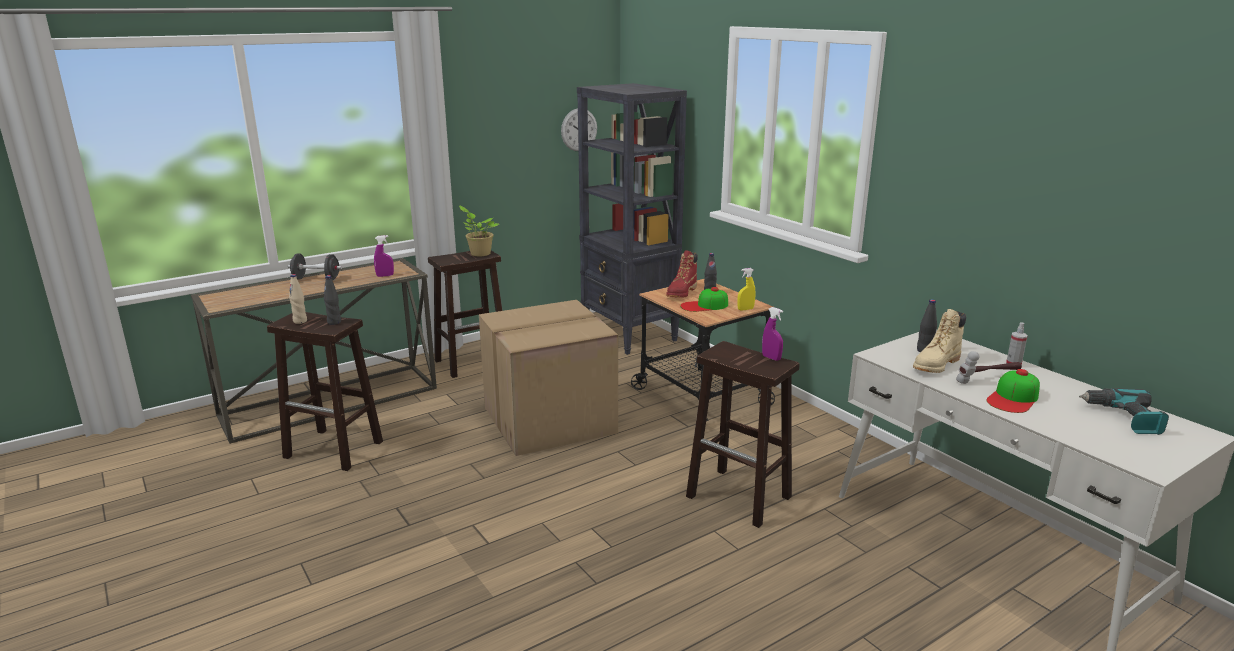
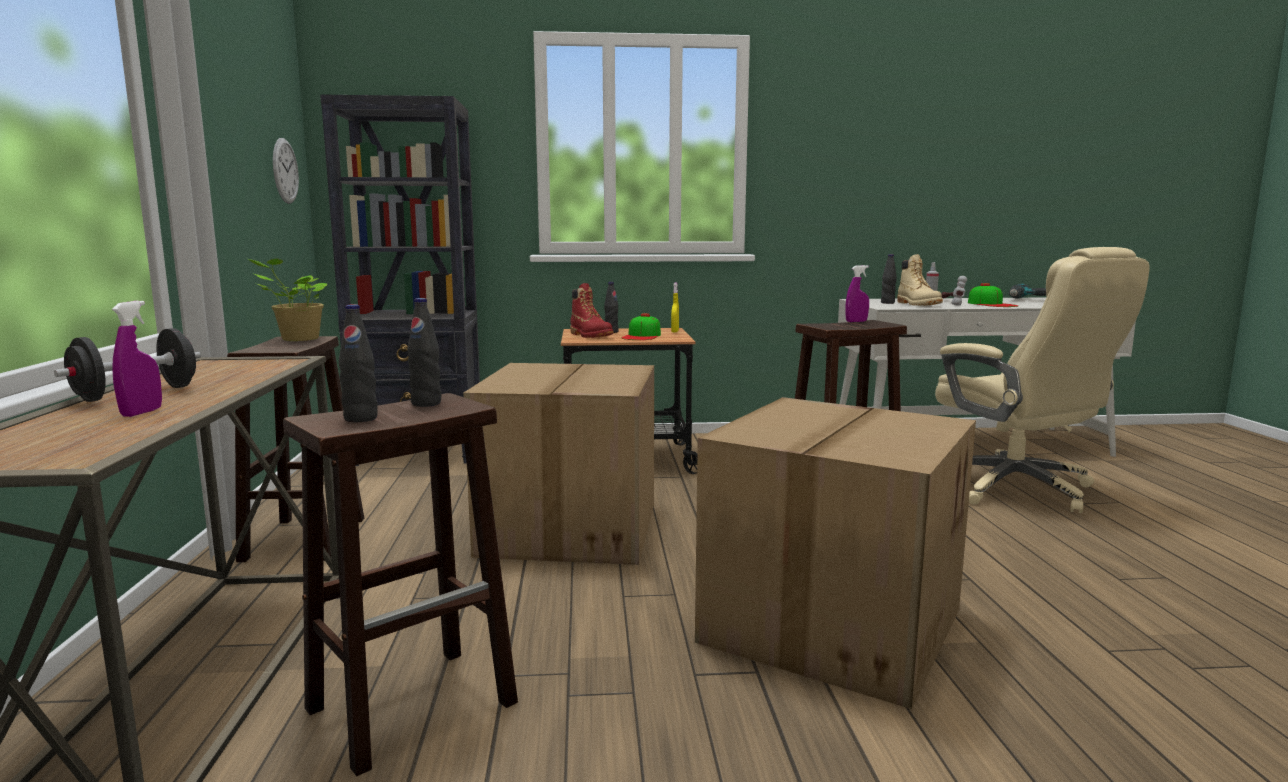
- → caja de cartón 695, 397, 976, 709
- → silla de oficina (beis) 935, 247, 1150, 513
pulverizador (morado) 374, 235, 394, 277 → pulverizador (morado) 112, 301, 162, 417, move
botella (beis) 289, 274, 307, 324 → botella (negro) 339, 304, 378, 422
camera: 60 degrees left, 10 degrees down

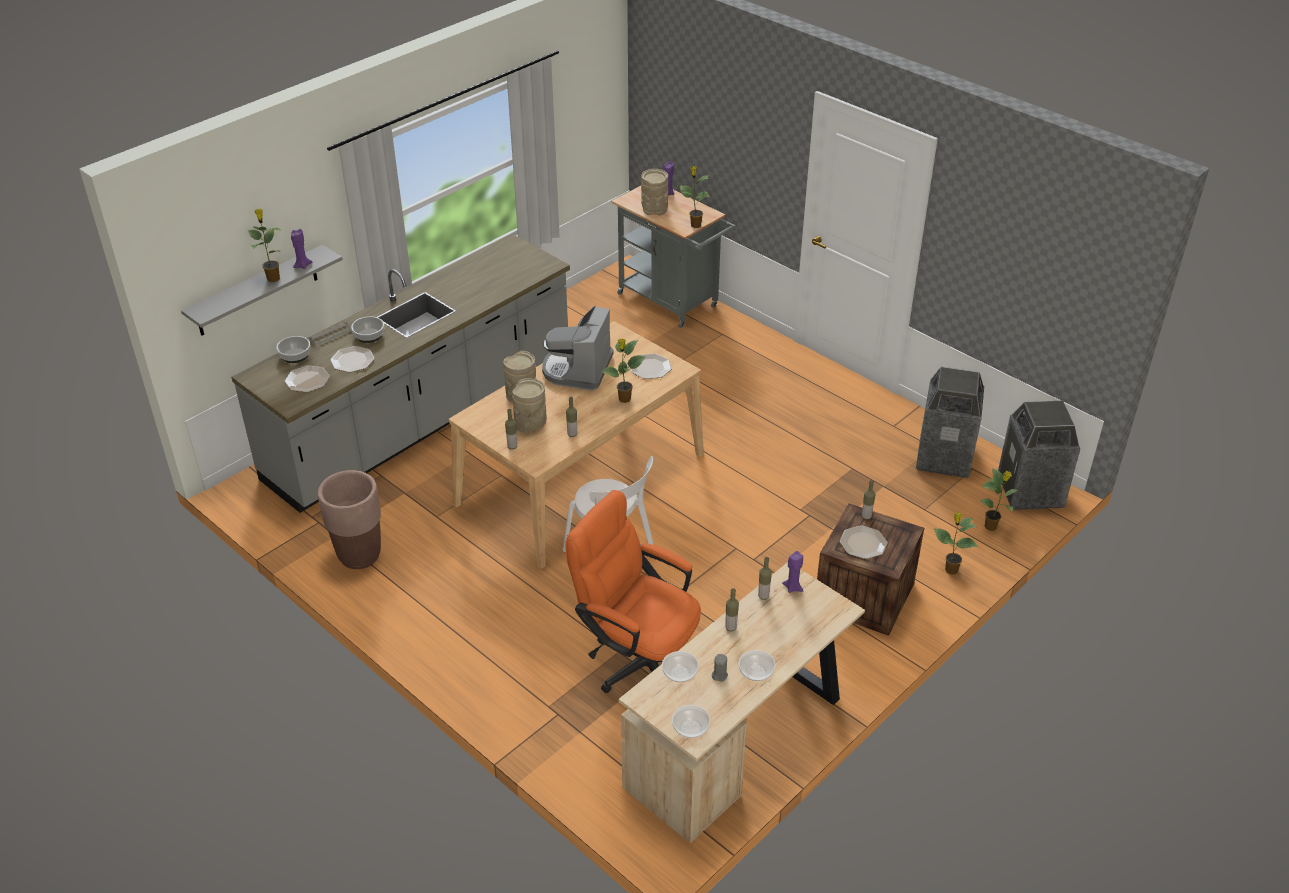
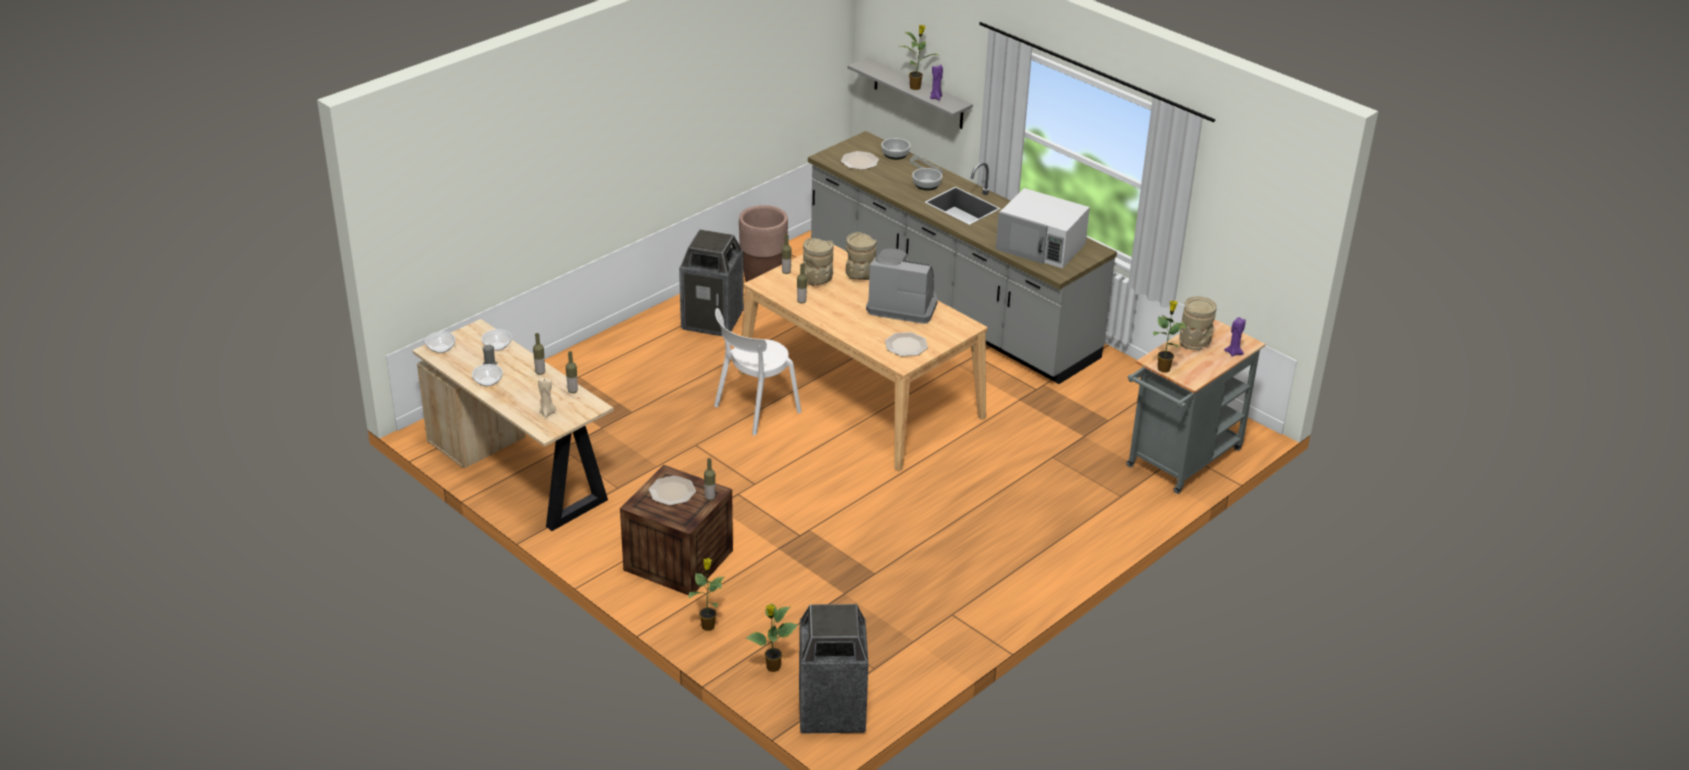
plato 330, 346, 374, 372 → -
silla de oficina (naranja) 565, 490, 701, 693 → -
planta en maceta 601, 339, 646, 403 → -
vela (morado) 782, 551, 804, 593 → -
- → vela (beis) 538, 377, 556, 418
- → microondas (blanco) 996, 188, 1090, 268
papelera 916, 367, 984, 478 → papelera 679, 230, 744, 336, move
camera: 90 degrees right, 5 degrees down

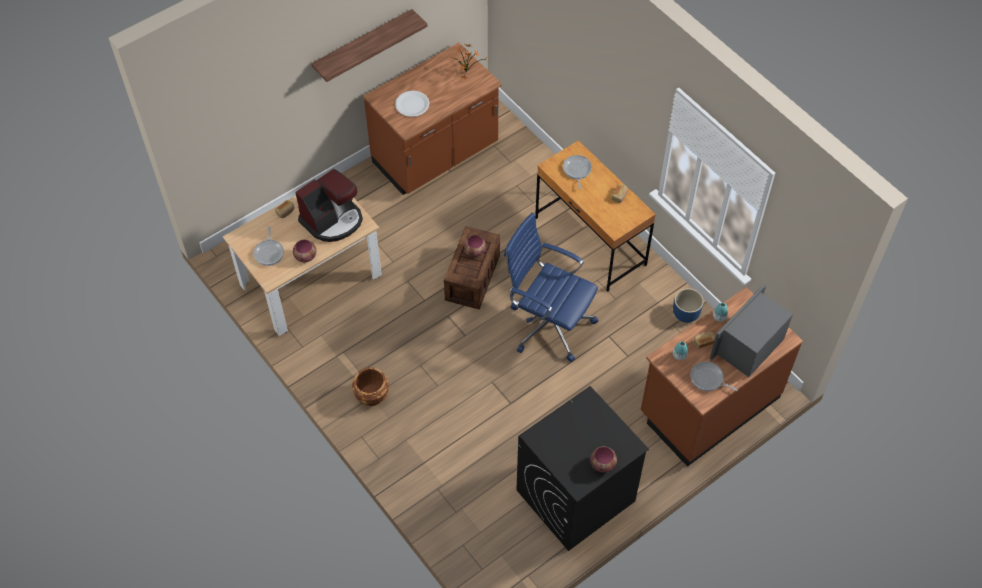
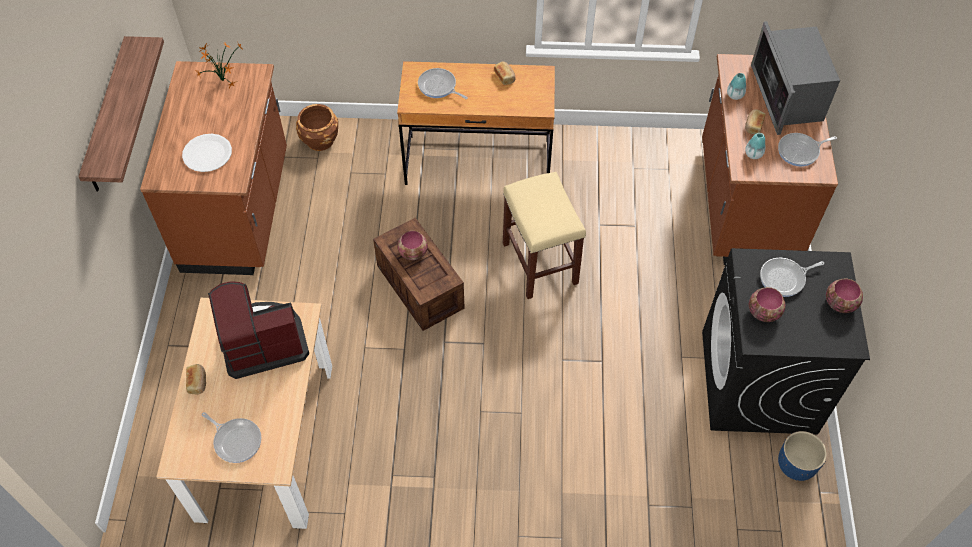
- → sartén 760, 258, 824, 297
cuenco 293, 239, 317, 263 → cuenco 749, 287, 786, 322, move
maceta (marrón) 352, 367, 389, 406 → maceta (marrón) 296, 104, 338, 151, move
maceta (azul) 673, 288, 704, 323 → maceta (azul) 778, 431, 827, 481, move
silla de oficina (azul) 504, 213, 598, 362 → taburete (beis) 503, 172, 586, 299
cafetera 295, 169, 363, 242 → cafetera 208, 281, 309, 379, 105 degrees counterclockwise
camera: 50 degrees left, 0 degrees up

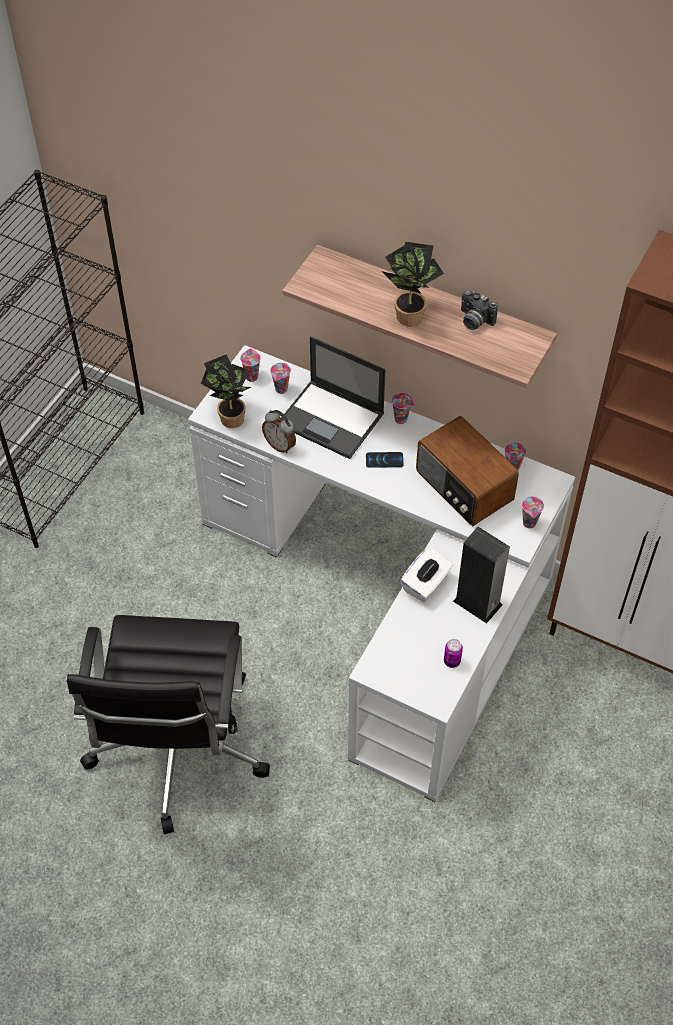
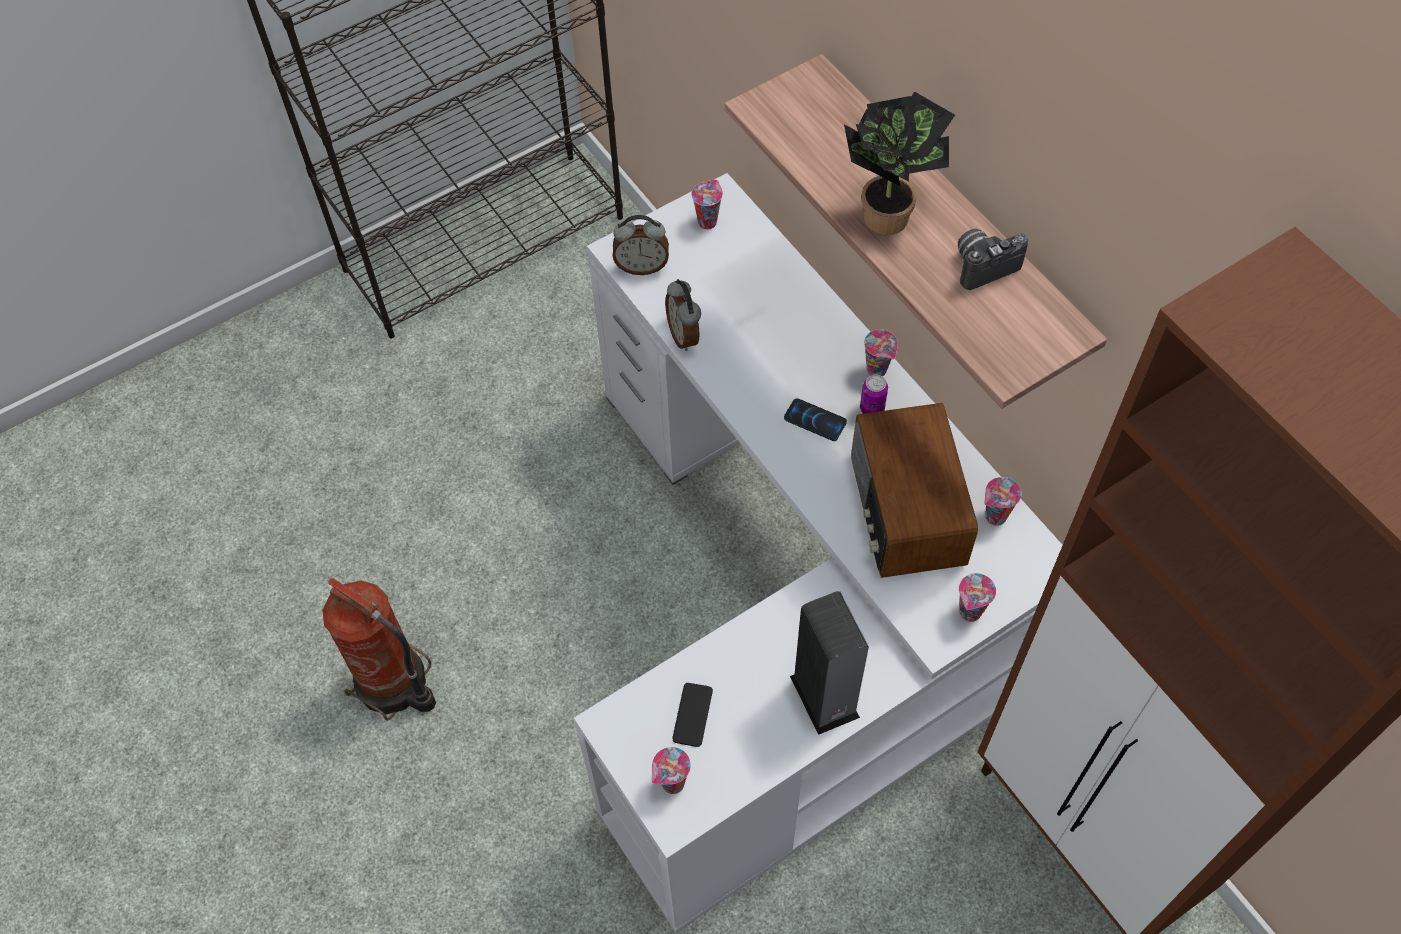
portátil 281, 336, 386, 459 → -
caja de pañuelos (blanco) 401, 546, 453, 603 → -
- → móvil 672, 683, 713, 747
taza 270, 363, 291, 394 → taza 651, 747, 691, 794, move
lata 444, 639, 463, 668 → lata 860, 374, 888, 414, move
silla de oficina (negro) 66, 615, 270, 834 → extintor 322, 578, 436, 721
planta en maceta 201, 354, 251, 428 → despertador 612, 215, 669, 275
cámara 461, 290, 498, 330 → cámara 958, 229, 1028, 290, 90 degrees clockwise
camera: 30 degrees right, 5 degrees up

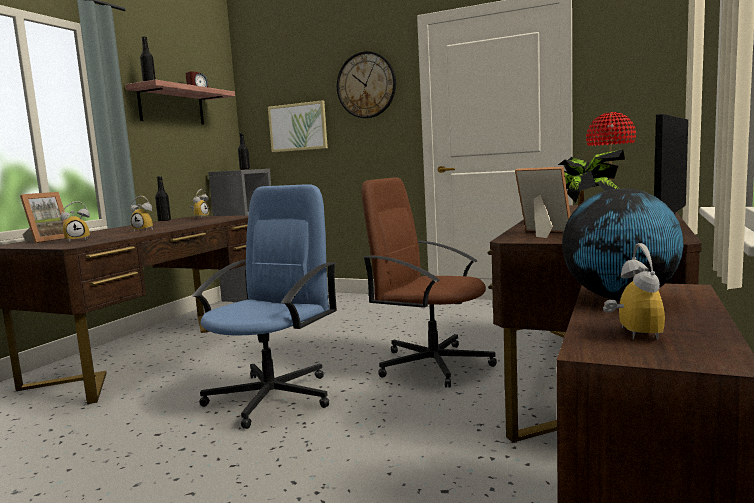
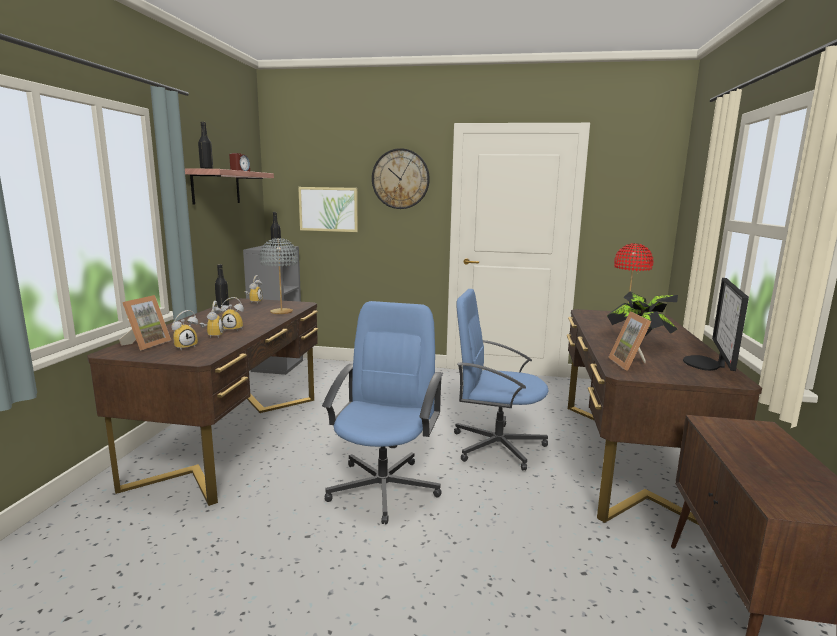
globo terráqueo 562, 189, 684, 301 → -
- → lámpara de mesa (gris) 259, 238, 298, 314
despertador 603, 243, 665, 340 → despertador 199, 301, 223, 338, move
silla de oficina (marrón) 361, 177, 497, 388 → silla de oficina (azul) 454, 289, 549, 470
portarretratos 515, 166, 571, 238 → portarretratos 608, 311, 652, 371, 120 degrees counterclockwise
camera: 15 degrees left, 5 degrees up

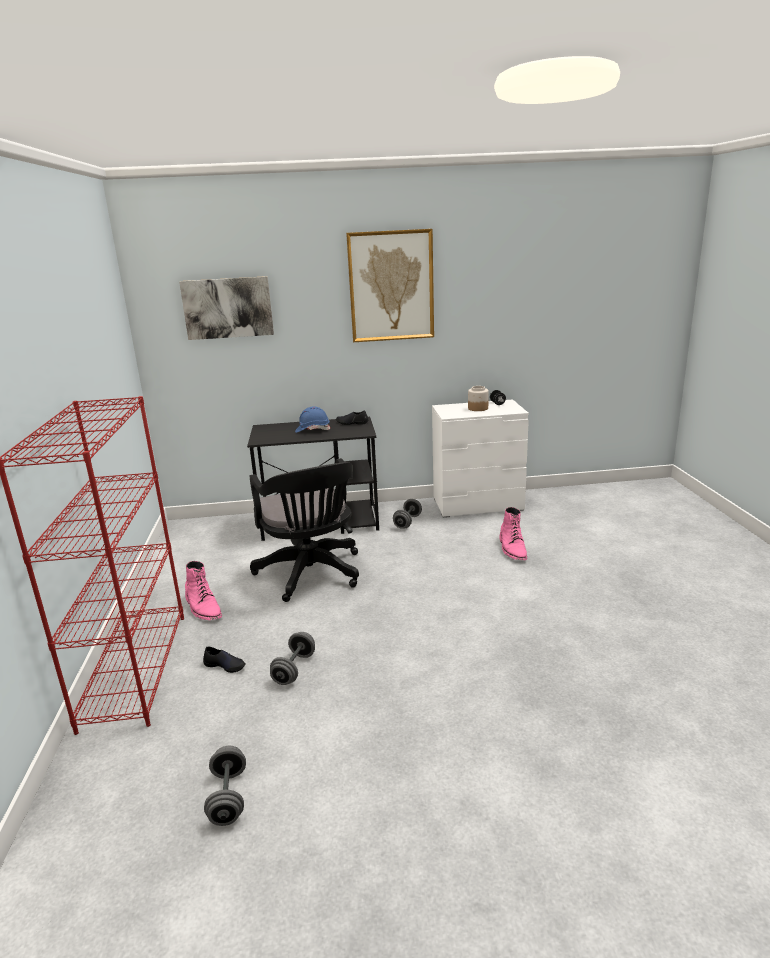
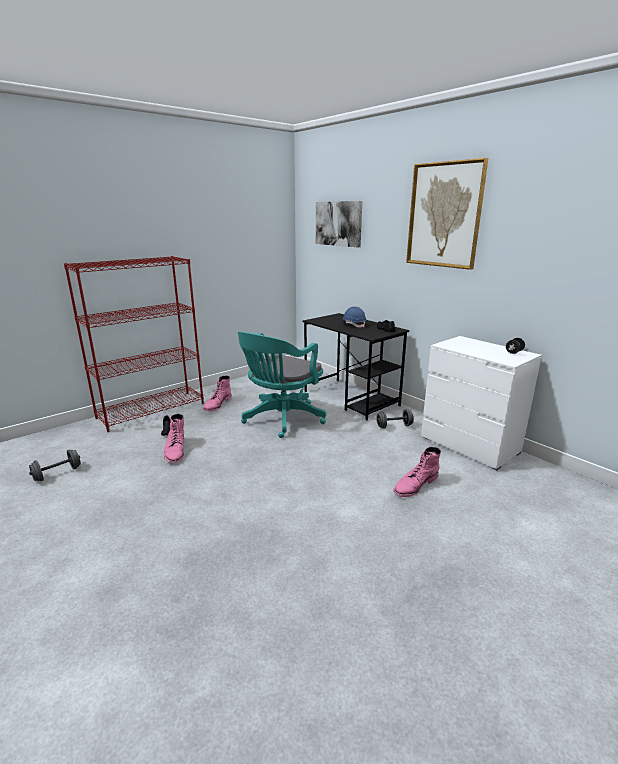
tarro 468, 386, 489, 411 → -
mancuerna (gris) 270, 632, 315, 685 → bota (rosa) 164, 414, 184, 463
silla de oficina (negro) 250, 458, 359, 602 → silla de oficina (turquesa) 238, 332, 326, 438
camera: 55 degrees right, 0 degrees up

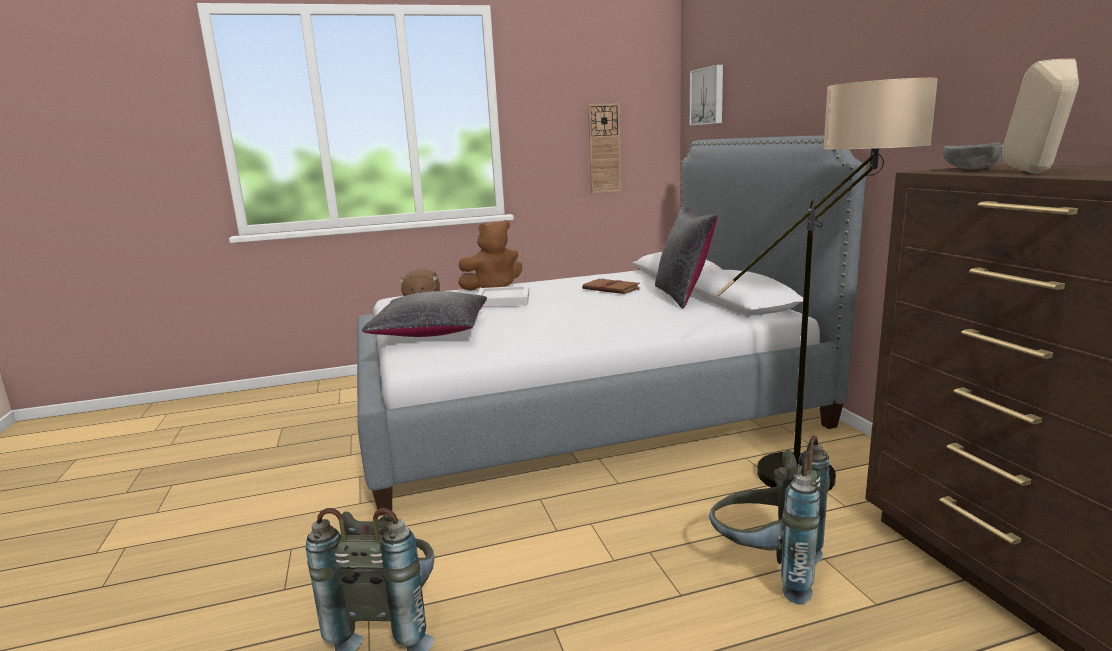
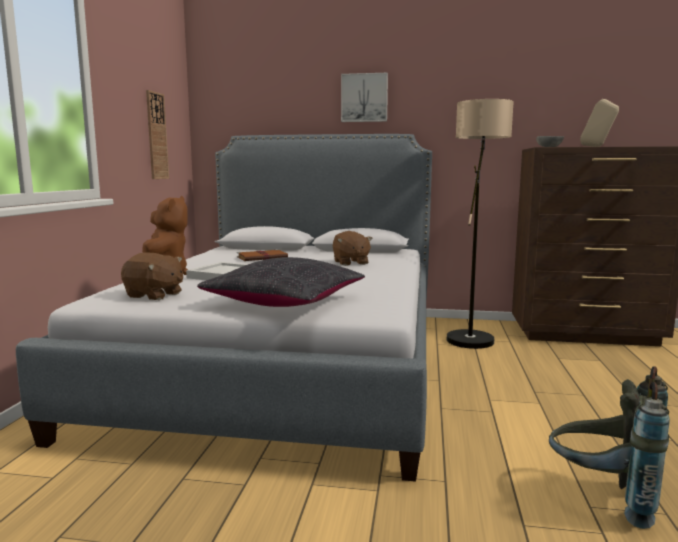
cojín (negro) 655, 206, 718, 308 → -
mochila (gris) 709, 436, 830, 604 → -
- → peluche (marrón) 333, 231, 373, 266
cuadro 690, 65, 723, 126 → cuadro 341, 73, 388, 122, move
camera: 65 degrees left, 5 degrees down

